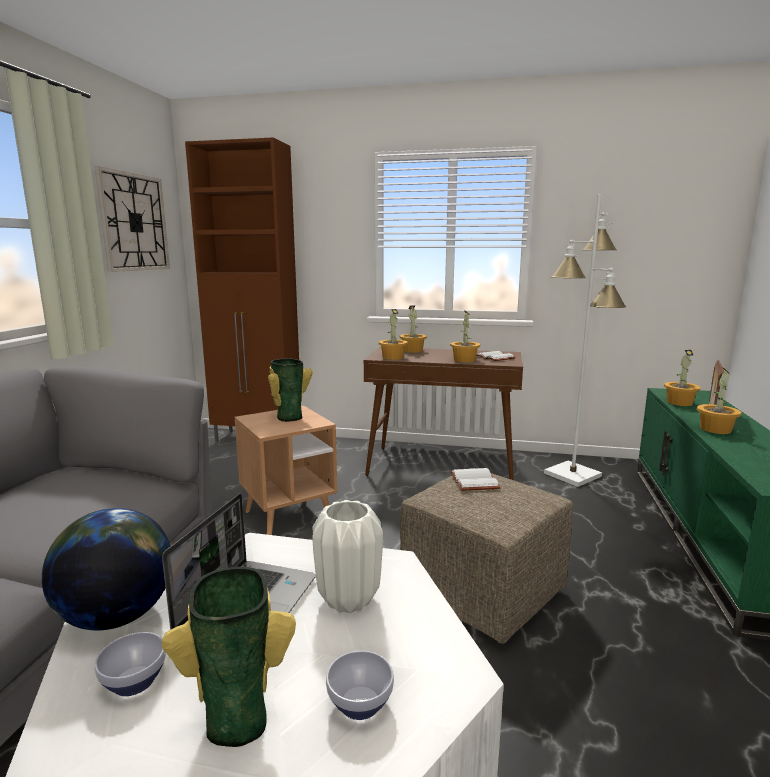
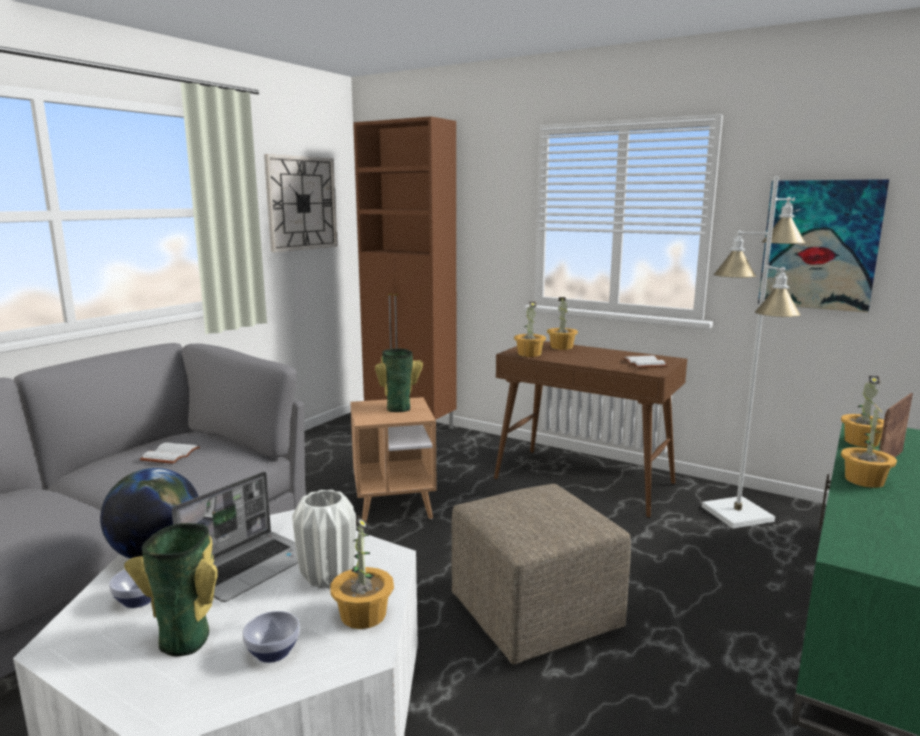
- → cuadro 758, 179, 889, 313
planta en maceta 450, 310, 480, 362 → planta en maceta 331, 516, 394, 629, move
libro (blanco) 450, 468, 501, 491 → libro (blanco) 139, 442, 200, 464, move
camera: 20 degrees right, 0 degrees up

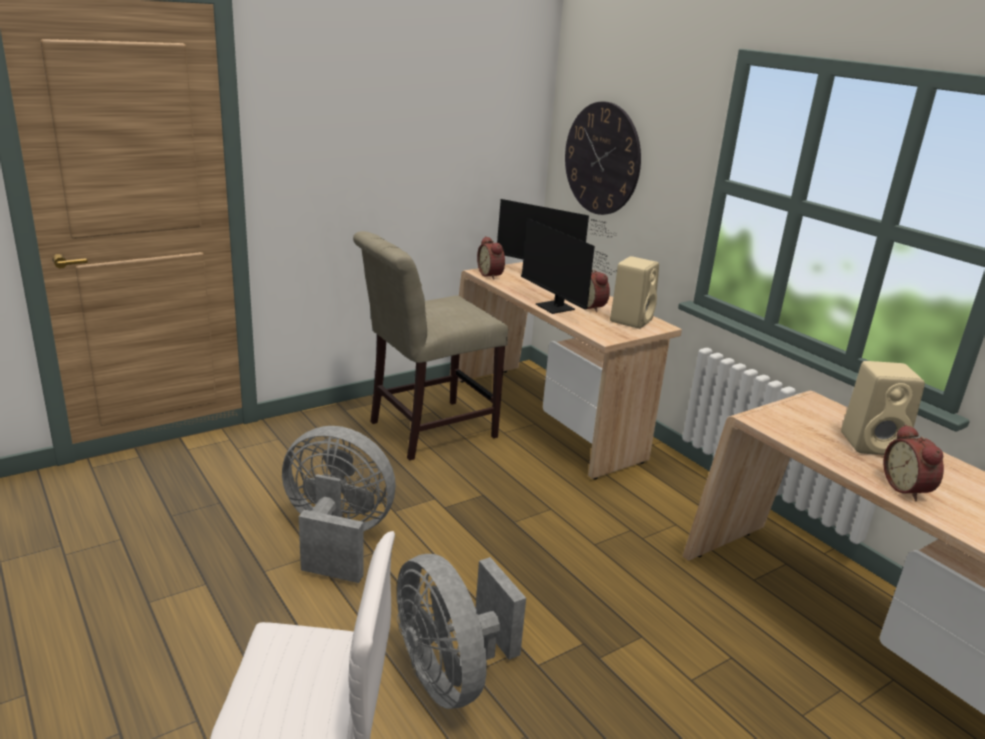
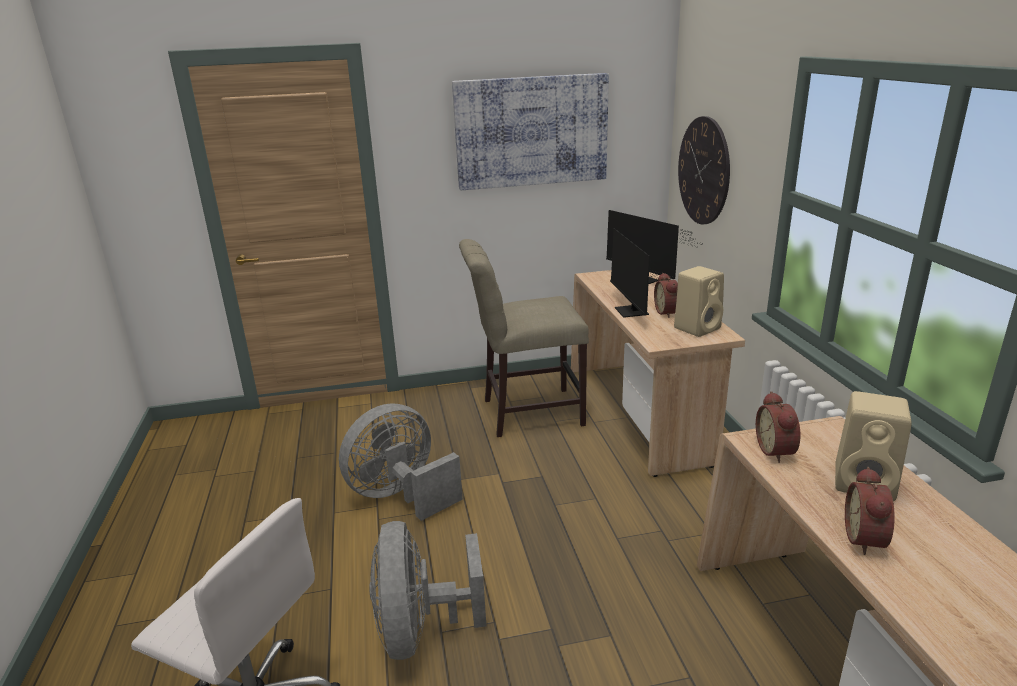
- → cuadro 452, 73, 609, 190
despertador 477, 236, 505, 280 → despertador 756, 391, 801, 463, move
ventilador (gris) 282, 426, 396, 583 → ventilador (gris) 339, 403, 463, 521, 75 degrees counterclockwise
camera: 25 degrees right, 0 degrees up

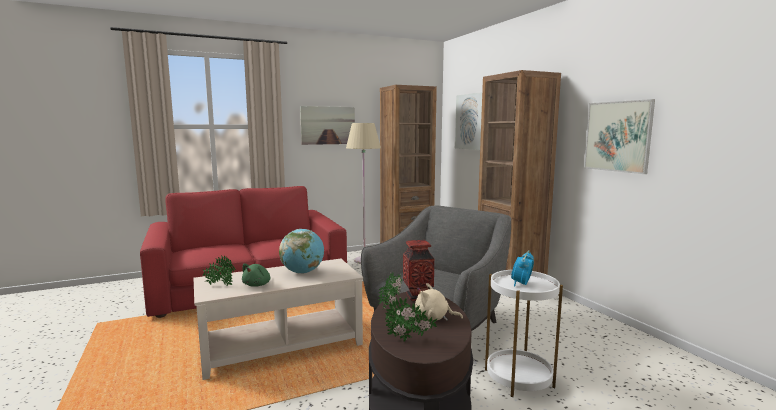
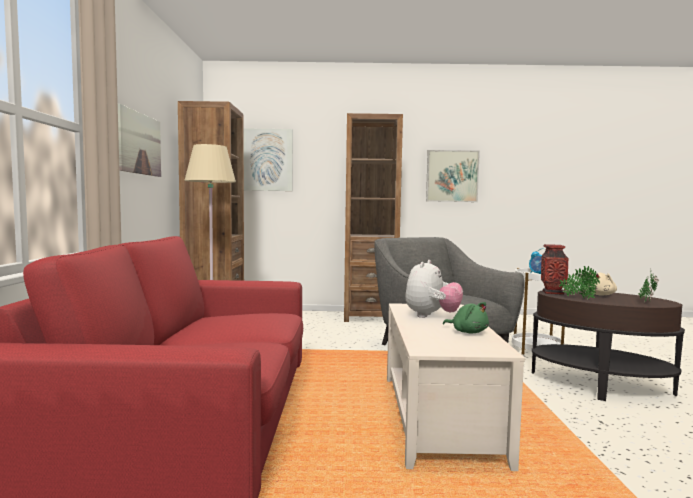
planta en maceta 203, 255, 236, 286 → -
globo terráqueo 279, 229, 324, 274 → peluche 405, 260, 463, 318
camera: 65 degrees left, 5 degrees down

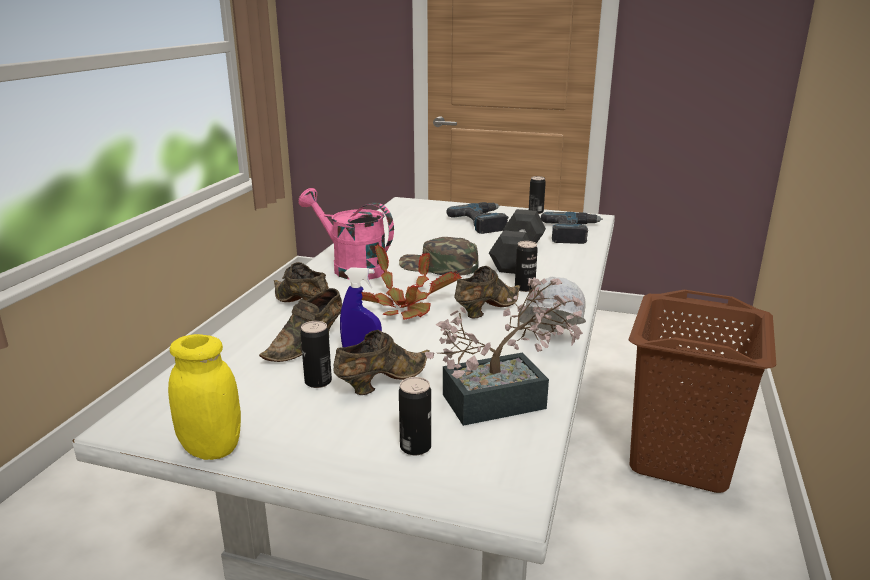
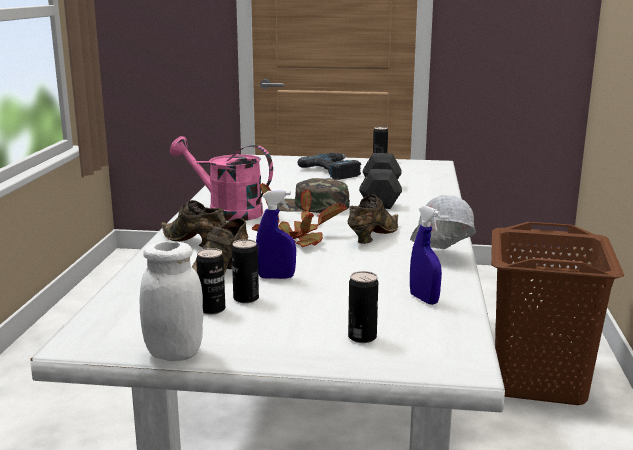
zapato (marrón) 333, 330, 429, 395 → -
taladro 541, 212, 603, 244 → -
lata 515, 241, 538, 292 → lata 196, 248, 225, 315, move
planta en maceta 425, 277, 583, 426 → pulverizador (azul) 410, 206, 442, 305
tarro (amarillo) 168, 334, 241, 460 → tarro (blanco) 140, 241, 204, 361
camera: 10 degrees left, 5 degrees down

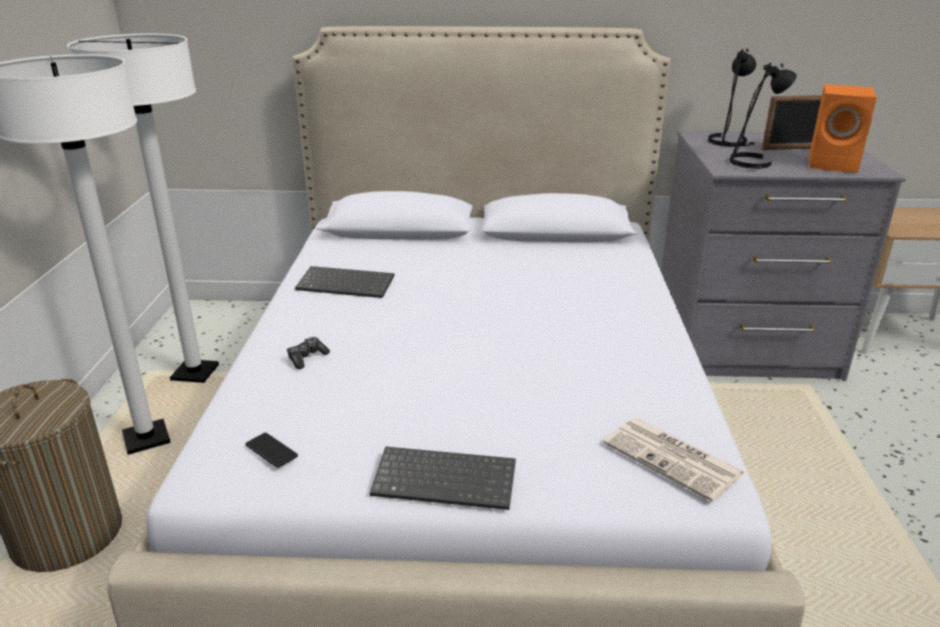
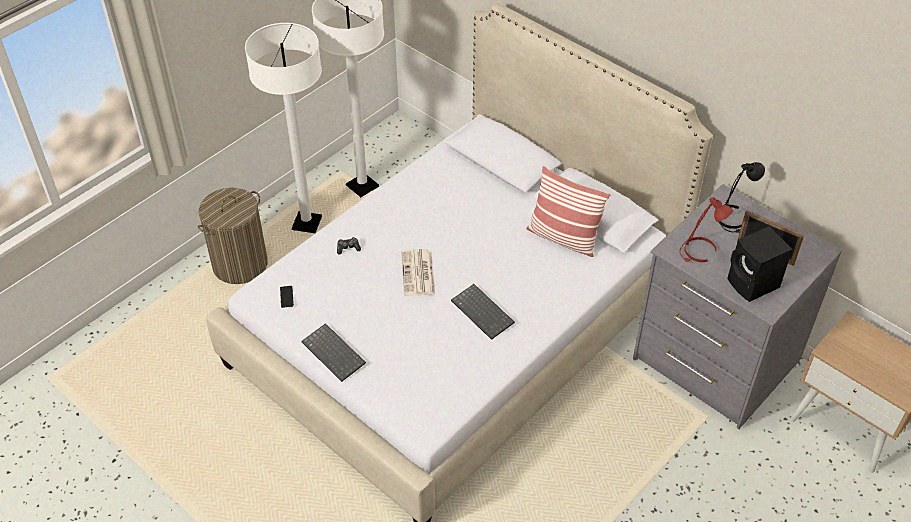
- → cojín 526, 166, 610, 257
teclado 295, 266, 395, 298 → teclado 451, 284, 515, 340, move
periódico 603, 418, 745, 502 → periódico 401, 249, 435, 296, move
lámpara de mesa (negro) 730, 63, 797, 169 → lámpara de mesa (rojo) 680, 197, 733, 262
altavoz (naranja) 809, 84, 877, 173 → altavoz (negro) 727, 226, 792, 302
camera: 40 degrees right, 20 degrees up

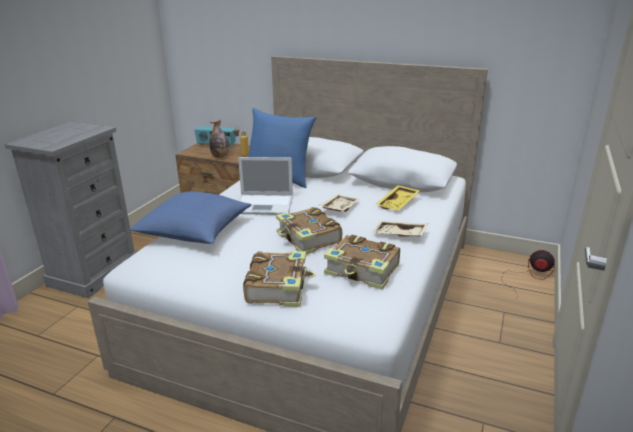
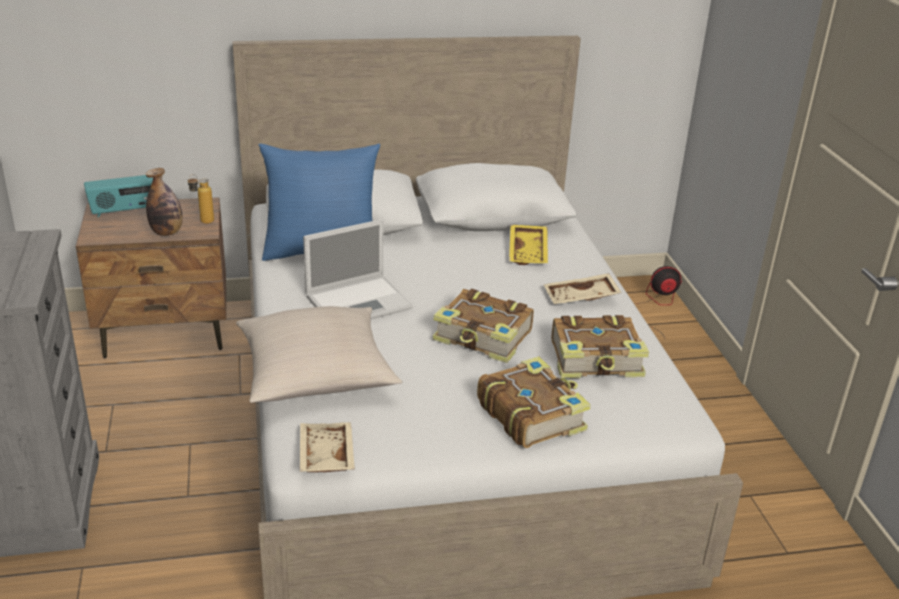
bandeja (beis) 318, 194, 360, 212 → bandeja (beis) 300, 422, 355, 472, move
cojín (azul) 129, 191, 251, 244 → cojín (beis) 236, 306, 402, 403
camera: 35 degrees left, 5 degrees up

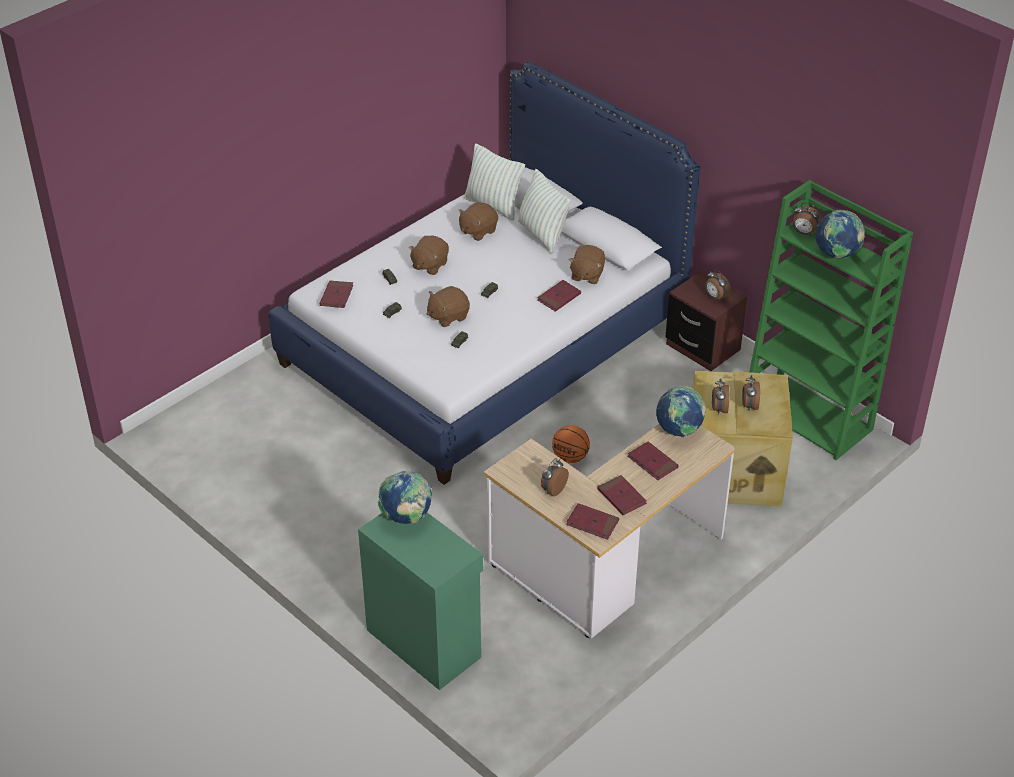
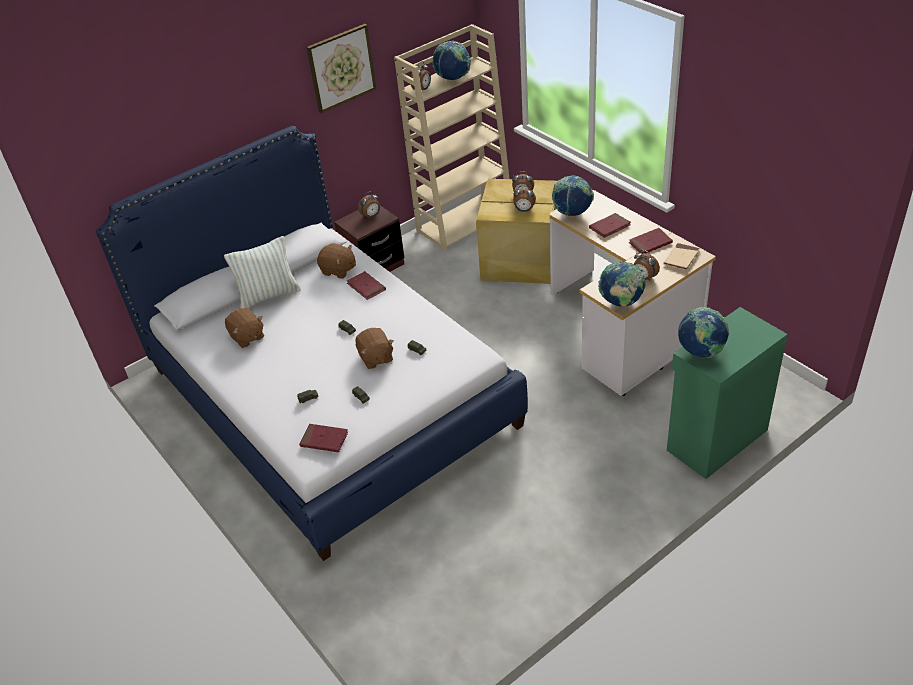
peluche (marrón) 409, 235, 449, 275 → -
cojín 464, 143, 525, 220 → -
balón de baloncesto 552, 425, 590, 463 → -
- → cuadro 307, 24, 377, 113
- → globo terráqueo 598, 261, 646, 307
libro (rojo) 566, 503, 619, 540 → libro (beis) 663, 243, 700, 271
estantería (verde) 749, 180, 913, 460 → estantería (beis) 394, 24, 509, 251
camera: 80 degrees left, 0 degrees up

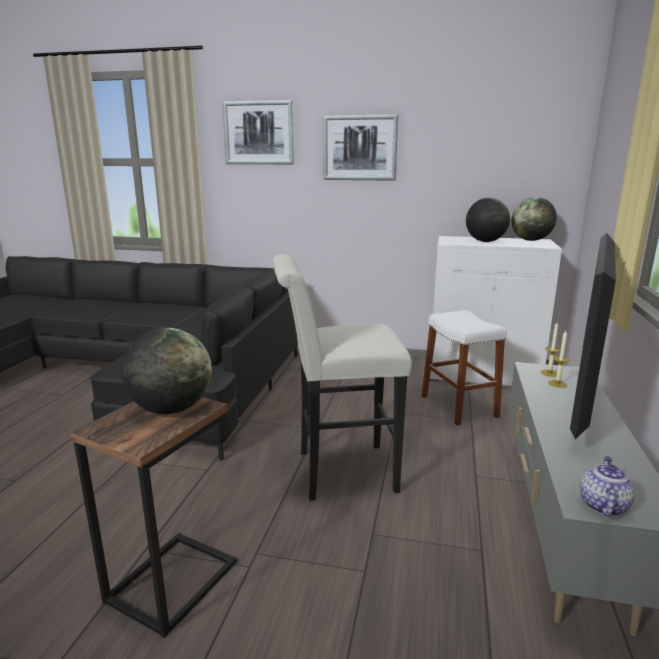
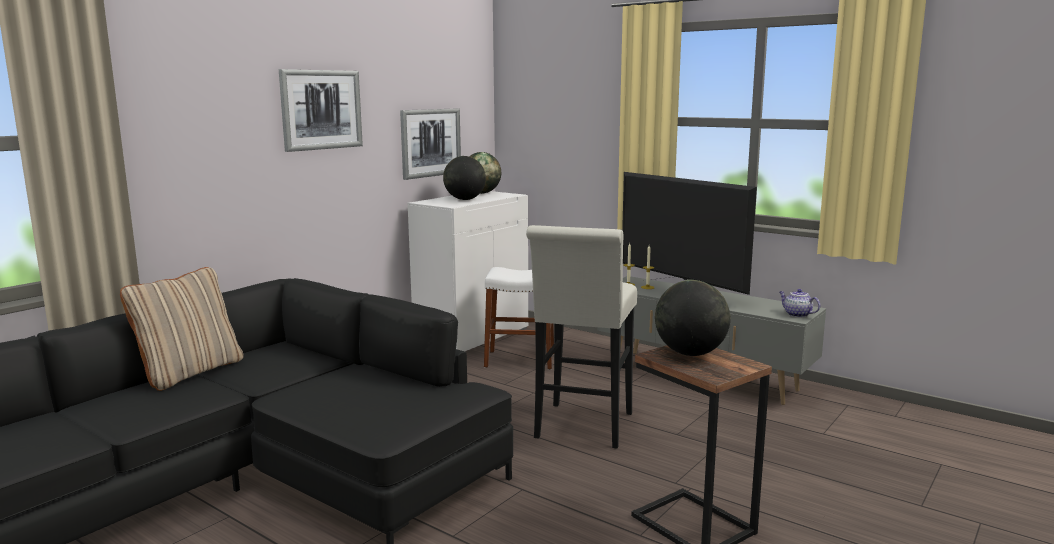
- → cojín (beis) 120, 267, 244, 391
cuadro 222, 100, 294, 164 → cuadro 400, 109, 461, 180, move
camera: 65 degrees left, 5 degrees down

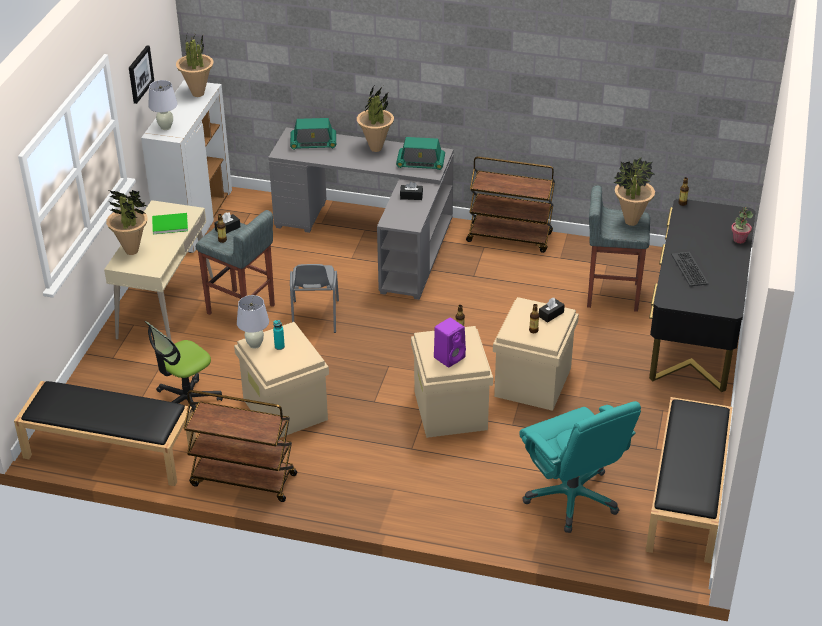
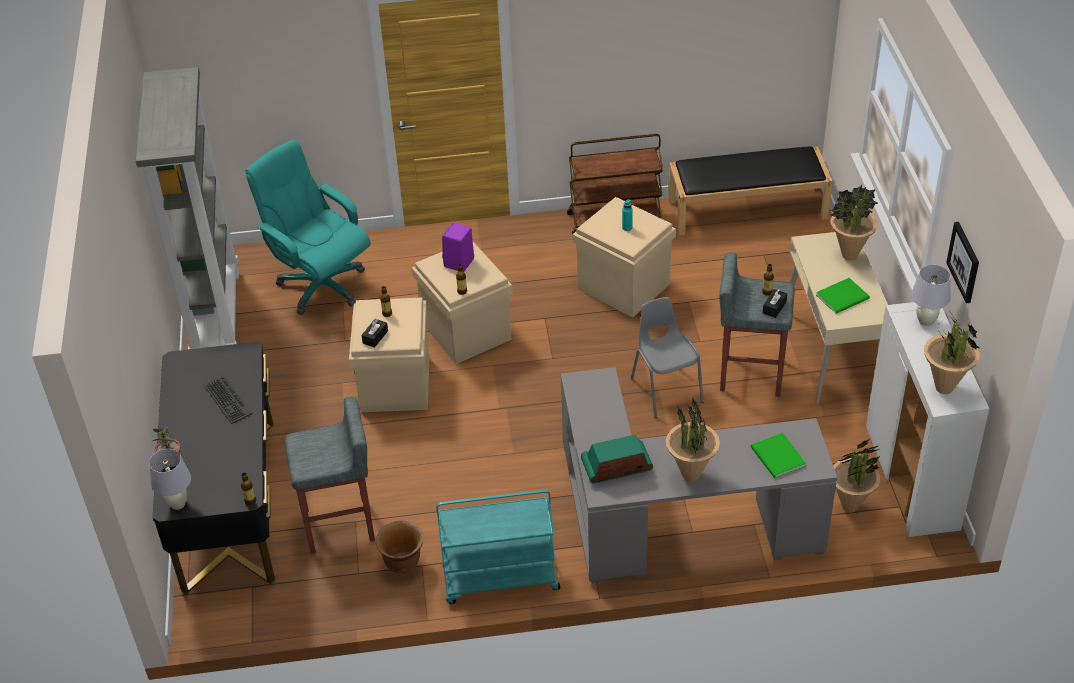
silla de oficina 145, 321, 223, 412 → -
caja de pañuelos (negro) 400, 181, 423, 200 → -
- → maceta (marrón) 376, 521, 423, 574
lámpara de mesa (blanco) 237, 295, 269, 349 → lámpara de mesa (blanco) 149, 449, 191, 510, move
planta en maceta 614, 157, 655, 226 → planta en maceta 833, 439, 880, 513, move
radio 290, 118, 336, 150 → libro (verde) 751, 433, 806, 478
banco (negro) 646, 397, 733, 563 → estantería (gris) 136, 67, 239, 350
carrito (marrón) 466, 156, 555, 253 → carrito (turquesa) 436, 489, 560, 604
camera: 160 degrees right, 5 degrees up

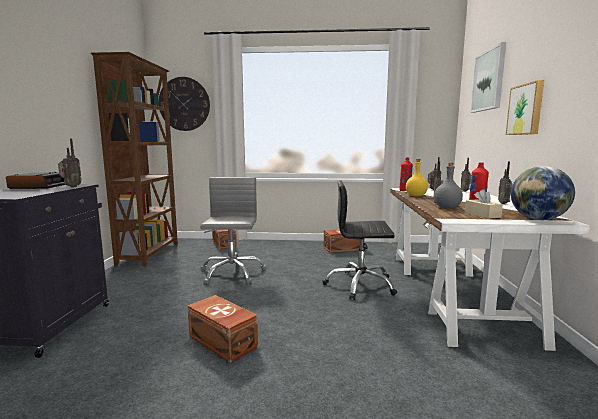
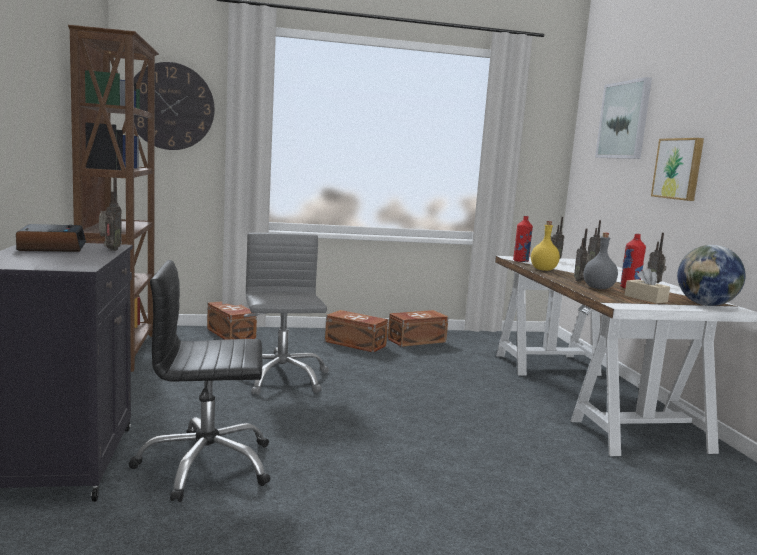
caja de almacenaje (marrón) 188, 295, 258, 363 → caja de almacenaje (marrón) 325, 310, 388, 352, move
silla de oficina (negro) 323, 180, 397, 300 → silla de oficina (negro) 128, 260, 271, 502, move
camera: 15 degrees left, 0 degrees up

